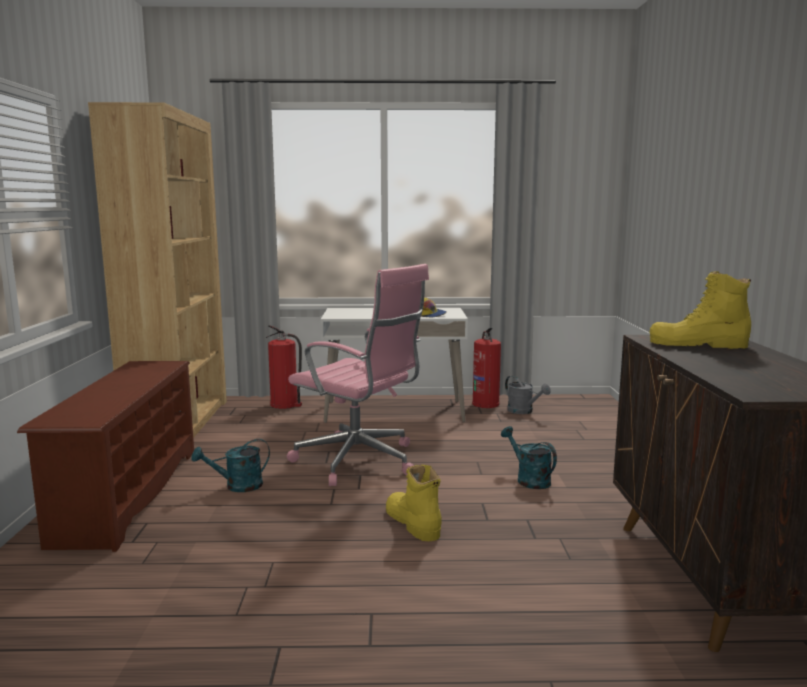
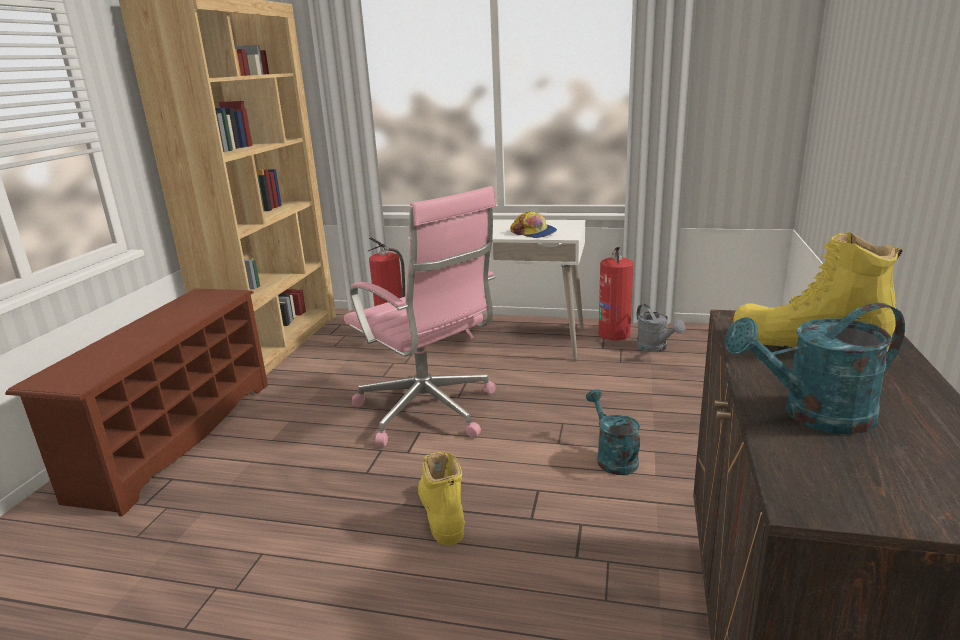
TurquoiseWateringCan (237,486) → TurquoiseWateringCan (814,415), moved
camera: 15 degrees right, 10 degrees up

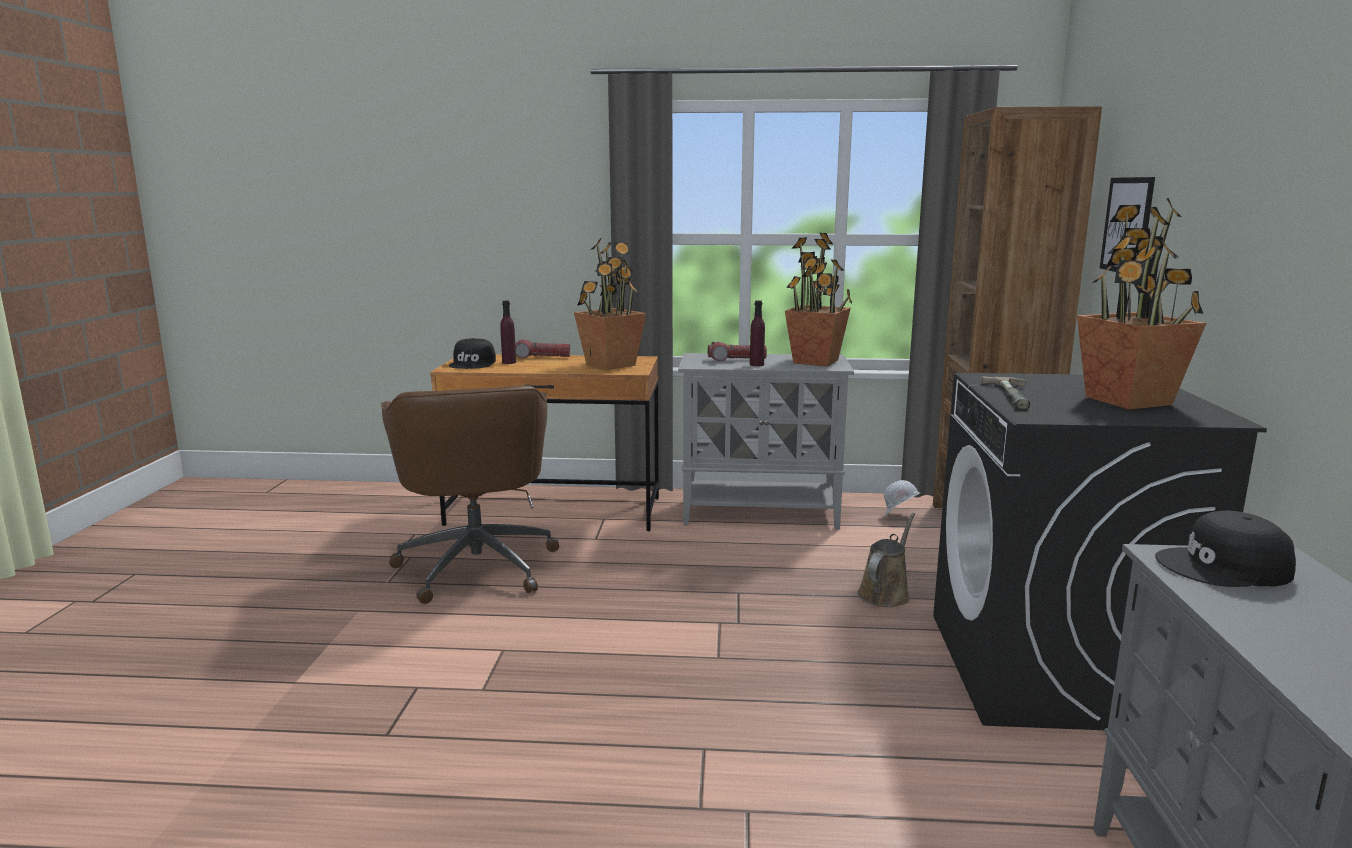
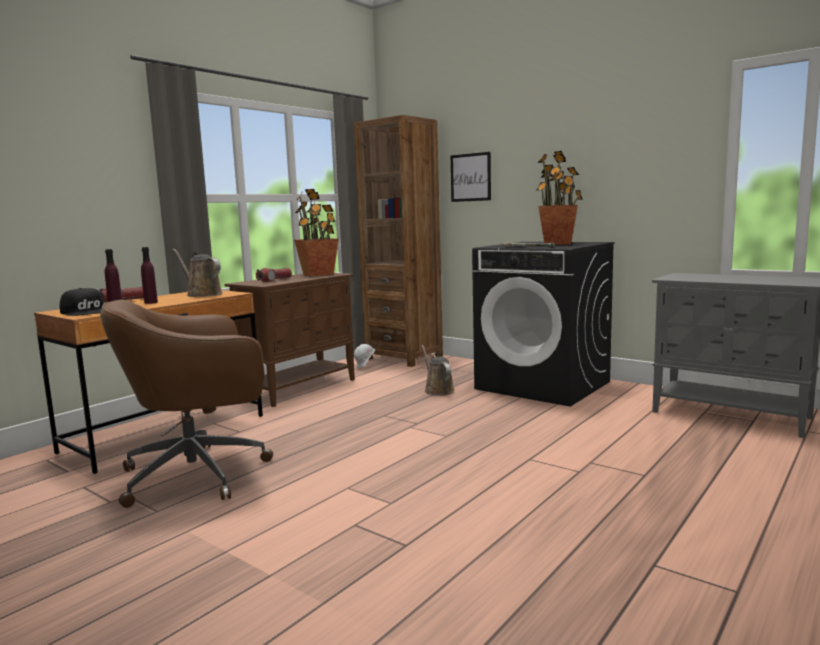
PottedPlant (611,365) → BrownWateringCan (202,294)
PurpleBottle (756,364) → PurpleBottle (151,302), moved
GreyCabinet (761,514) → BrownCabinet (300,388)
BrownOfficeChair (477,565) → BrownOfficeChair (199,473), 135 degrees clockwise
BlackCap (1224,568) → -
camera: 55 degrees left, 5 degrees down

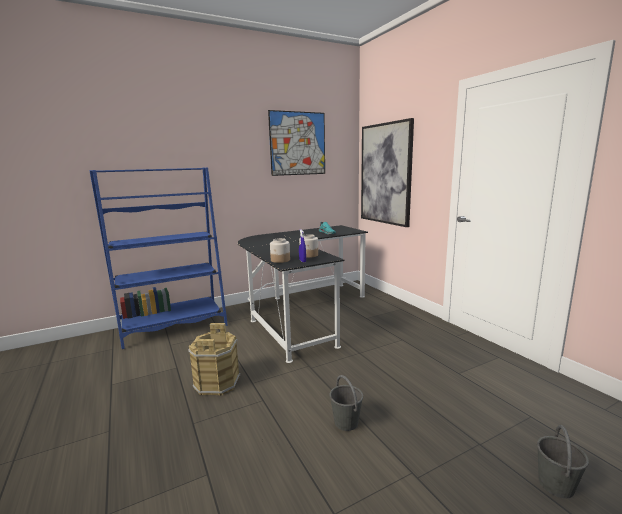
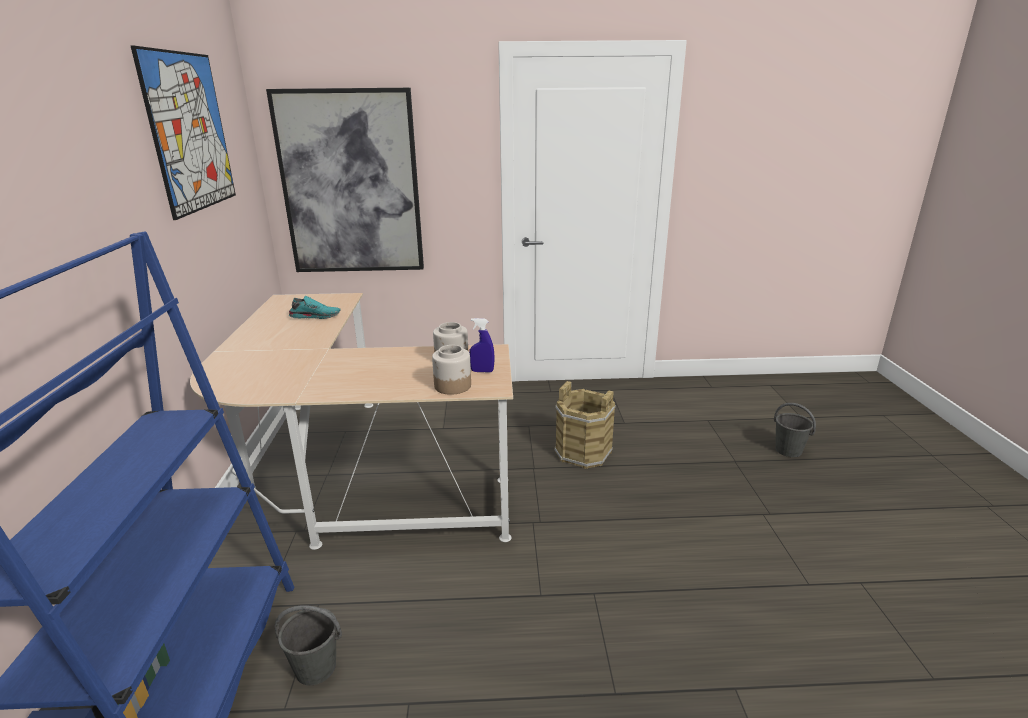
BlackDesk (301,312) → BeigeDesk (351,479)
BrownBucket (216,383) → BrownBucket (583,452), moved
GreyBucket (346,423) → GreyBucket (316,668), moved
camera: 65 degrees left, 10 degrees up

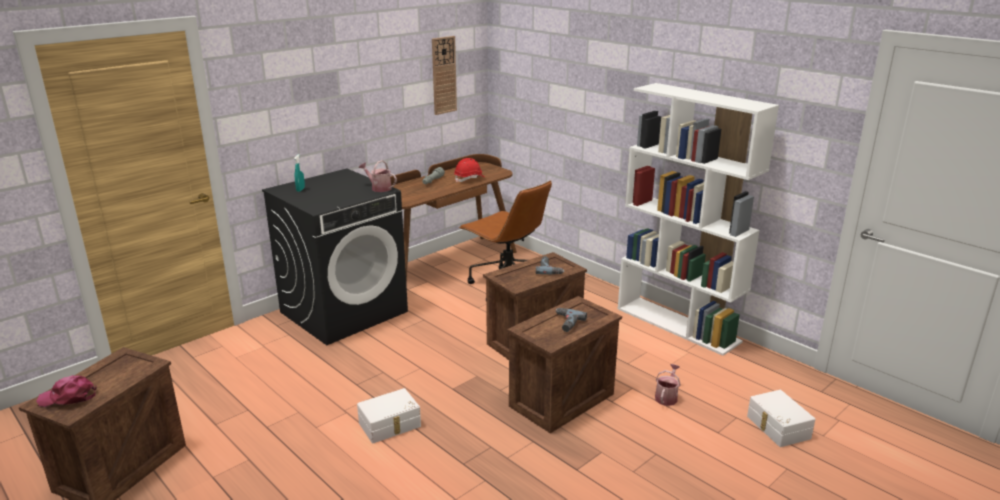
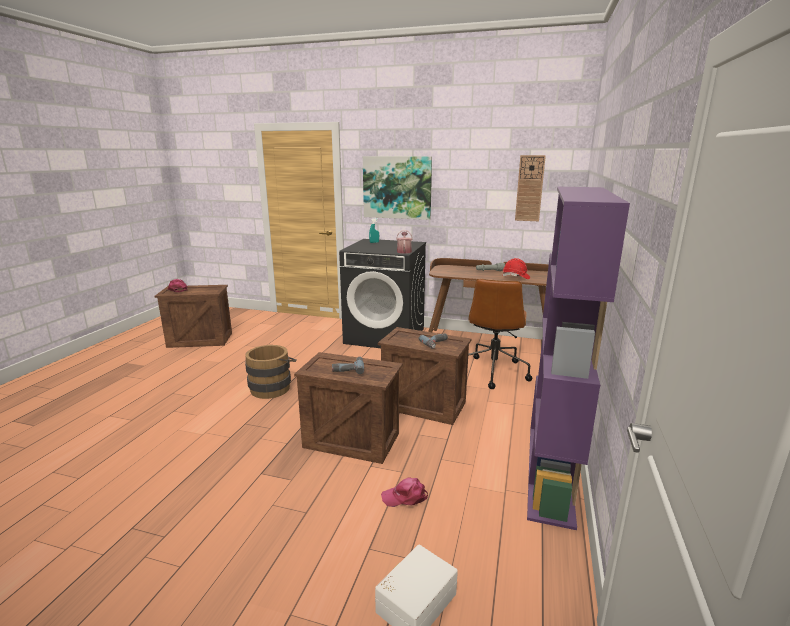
WhiteBookcase (678,325) → PurpleBookcase (551,472)
WateringCan (667,397) → PinkCap (405,497)
WhiteStorageBox (390,425) → BrownBucket (273,387)
- → Picture (397,187)
camera: 60 degrees right, 5 degrees down

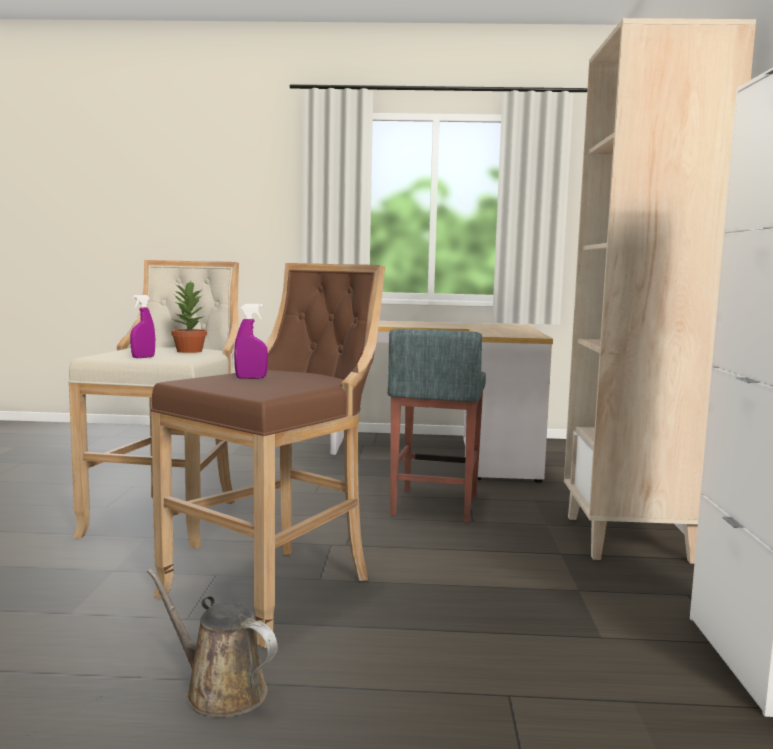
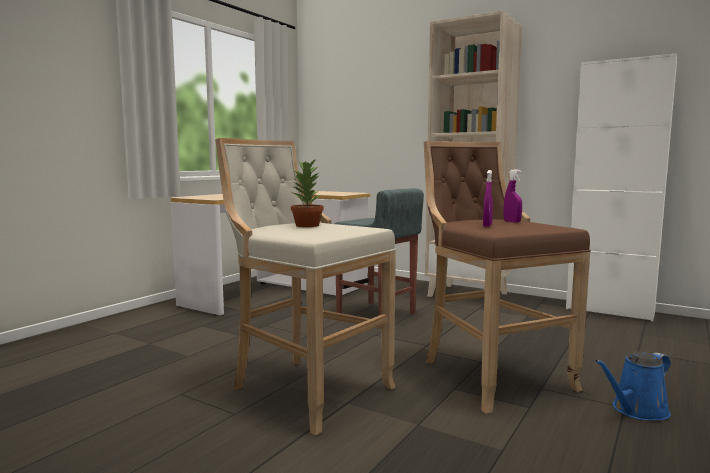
PurpleSprayBottle (143,357) → PurpleSprayBottle (512,221), moved
BrownWateringCan (219,691) → BlueWateringCan (636,410)
camera: 60 degrees left, 0 degrees up

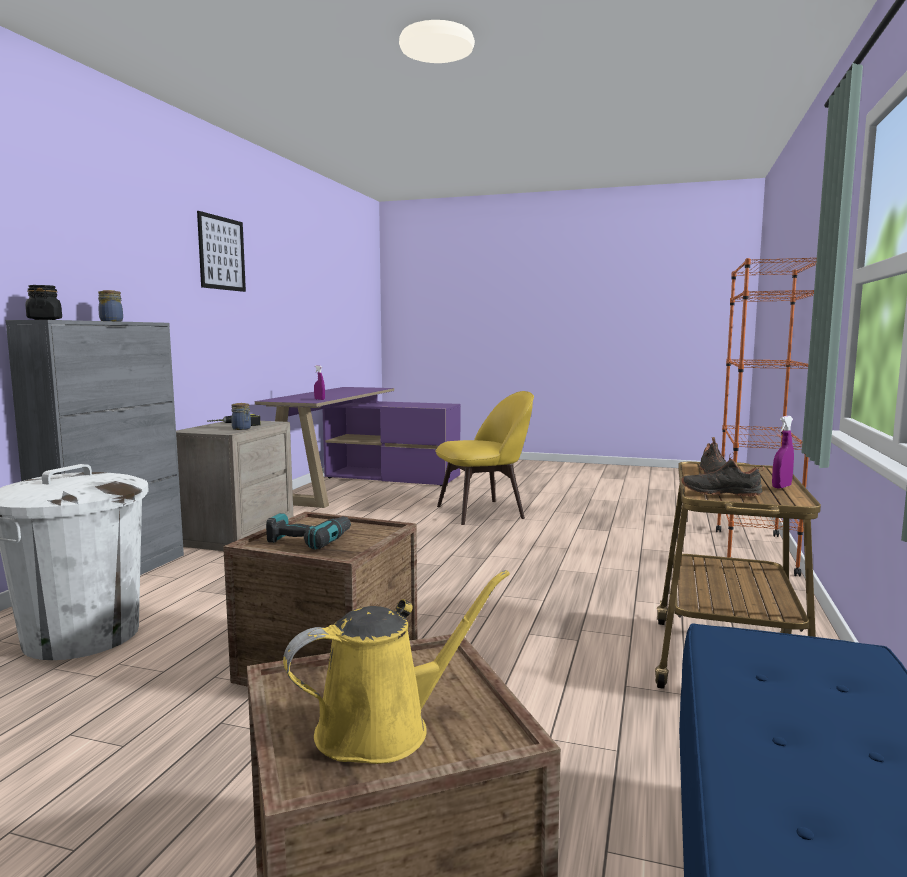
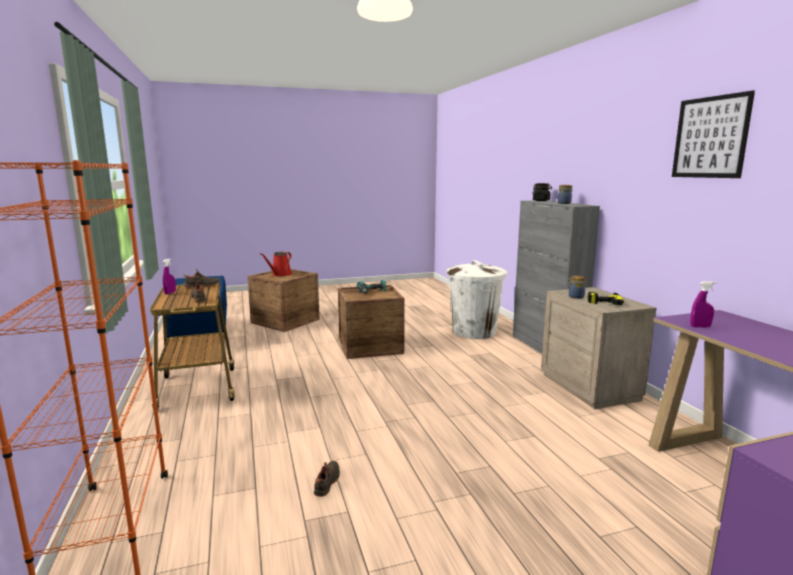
YellowChair (483,512) → -
YellowWateringCan (384,728) → RedWateringCan (280,274)
- → BlackShoe (328,482)
camera: 145 degrees right, 5 degrees up

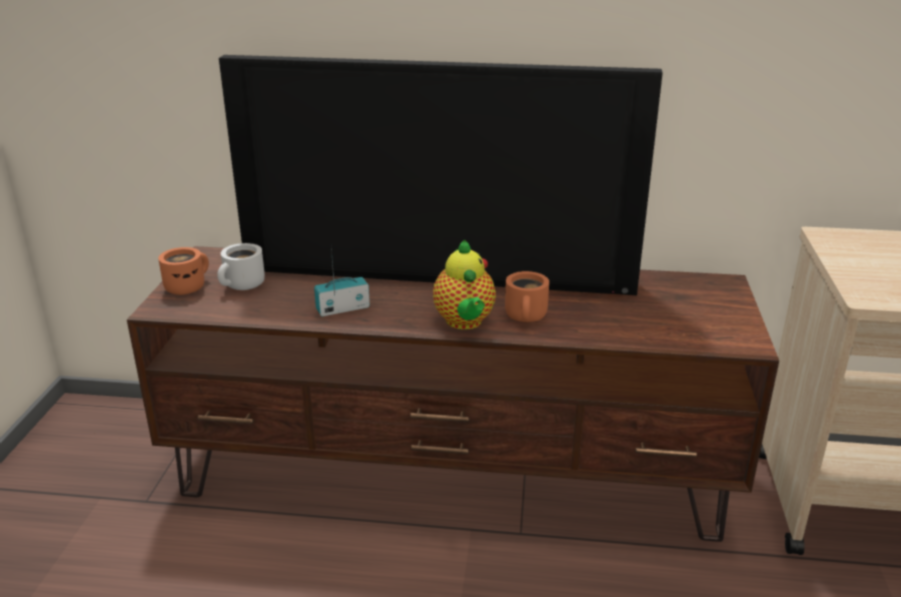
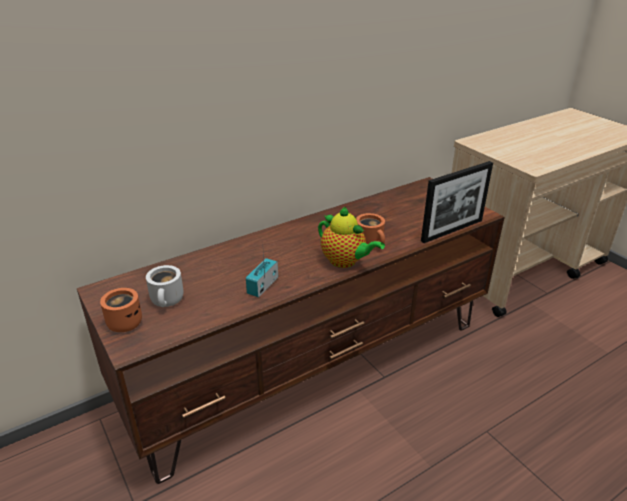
Television (441,271) → -
- → PictureFrame (452,230)
camera: 40 degrees left, 5 degrees up

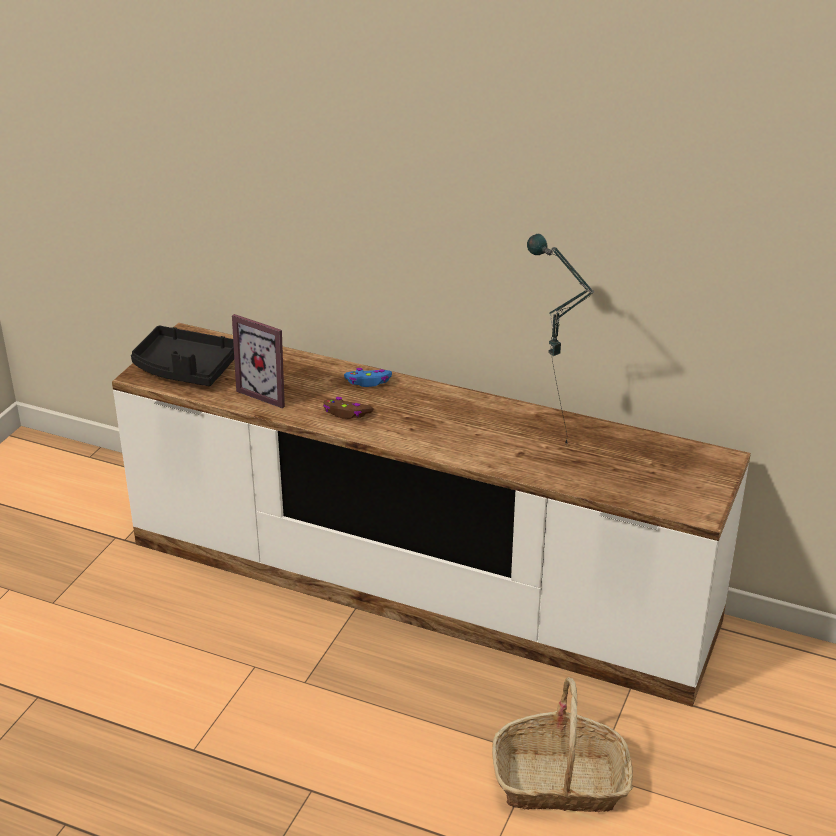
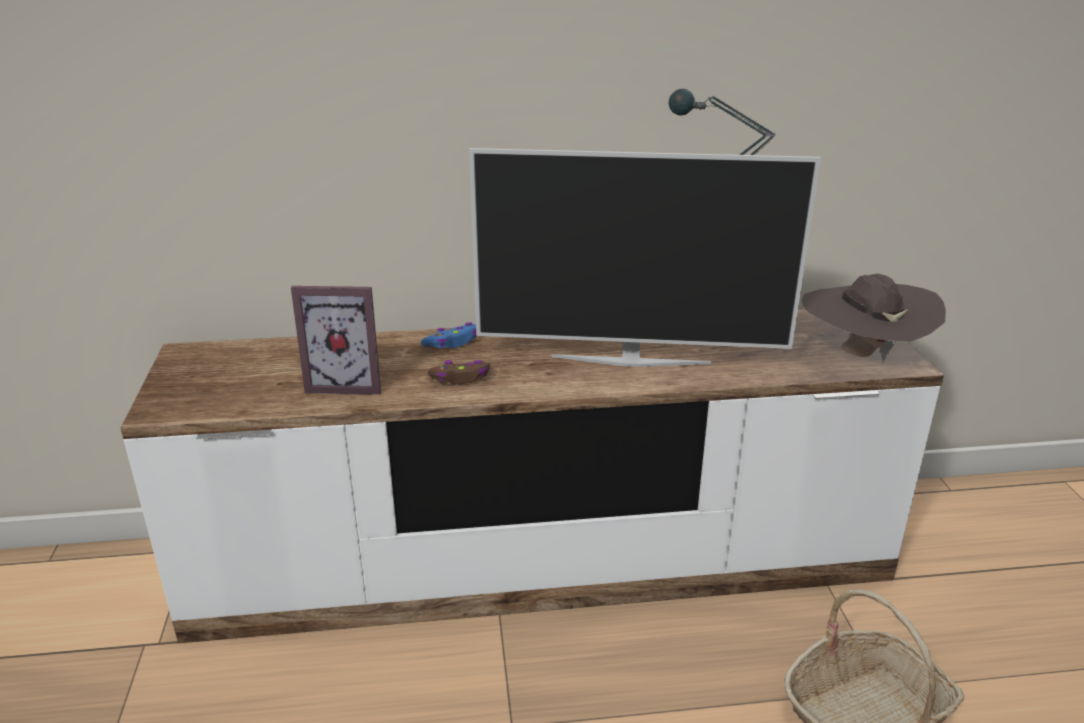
BlackTray (185,368) → -
- → Television (630,359)
- → BrownHat (862,355)
camera: 30 degrees left, 5 degrees down

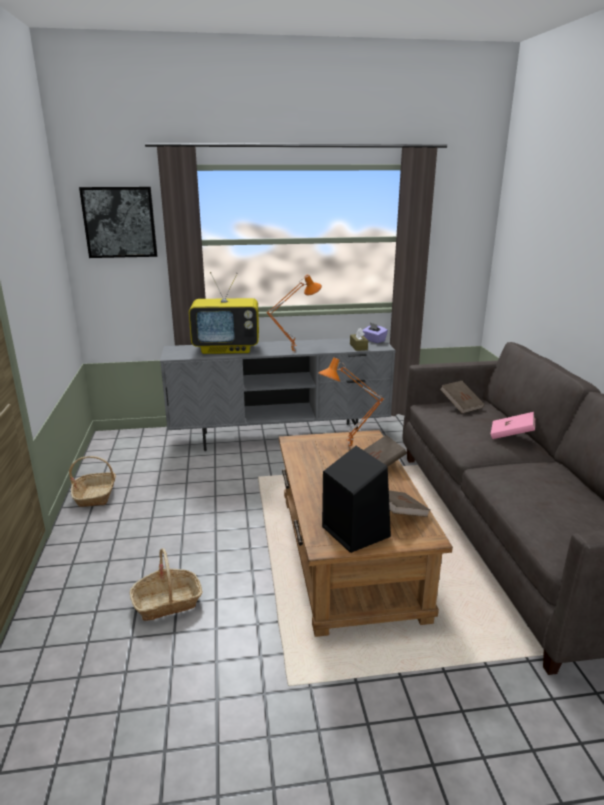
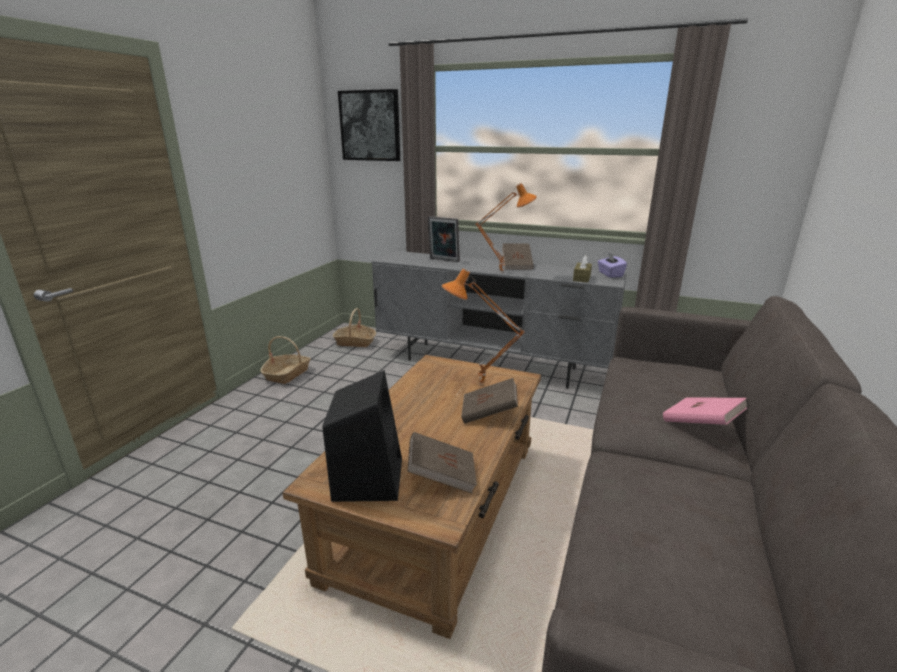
Television (227,349) → PictureFrame (443,260)
BrownBook (461,405) → BrownBook (517,265), moved
Basket (167,602) → Basket (355,342), moved
camera: 30 degrees right, 0 degrees up

